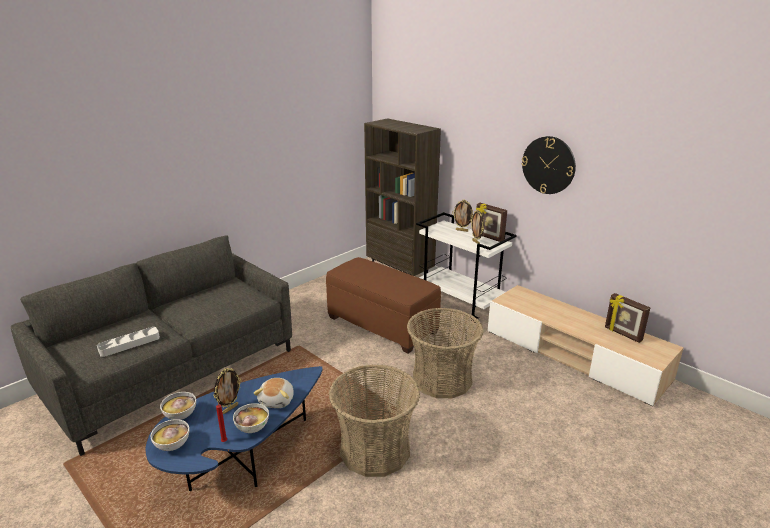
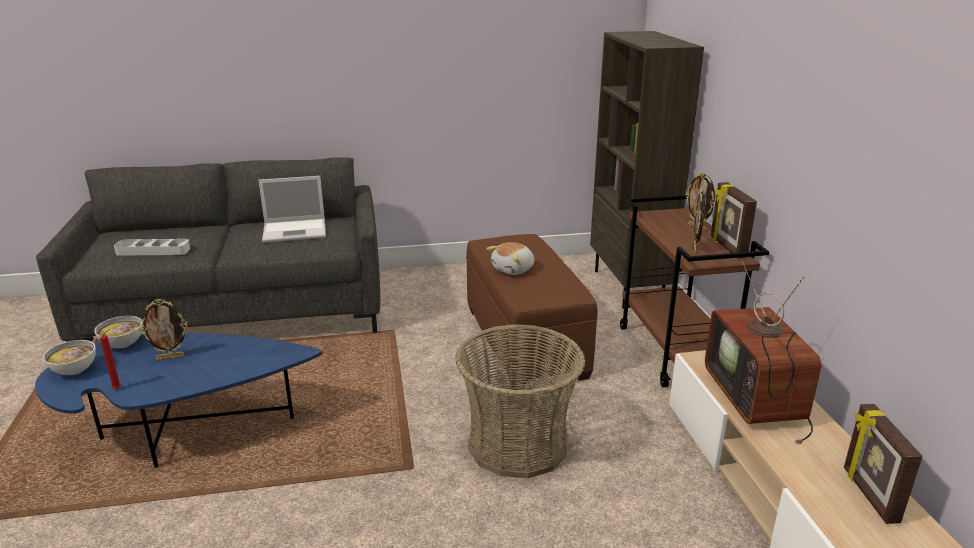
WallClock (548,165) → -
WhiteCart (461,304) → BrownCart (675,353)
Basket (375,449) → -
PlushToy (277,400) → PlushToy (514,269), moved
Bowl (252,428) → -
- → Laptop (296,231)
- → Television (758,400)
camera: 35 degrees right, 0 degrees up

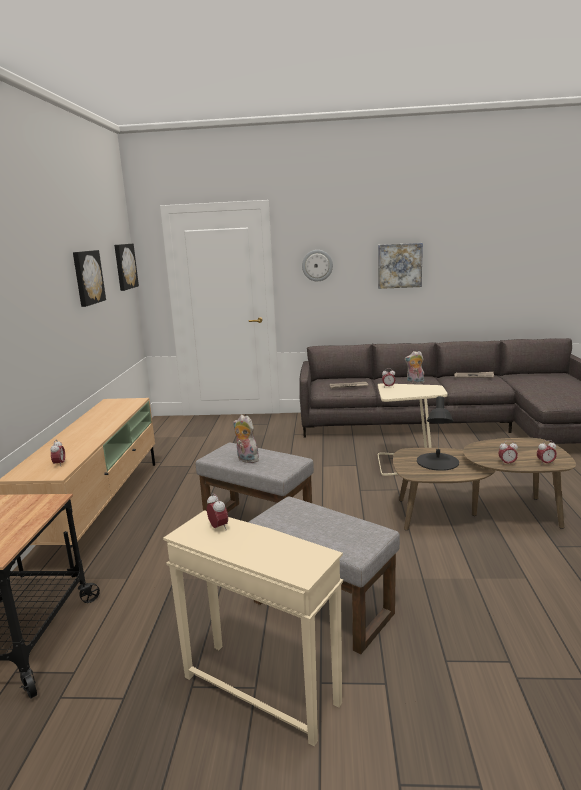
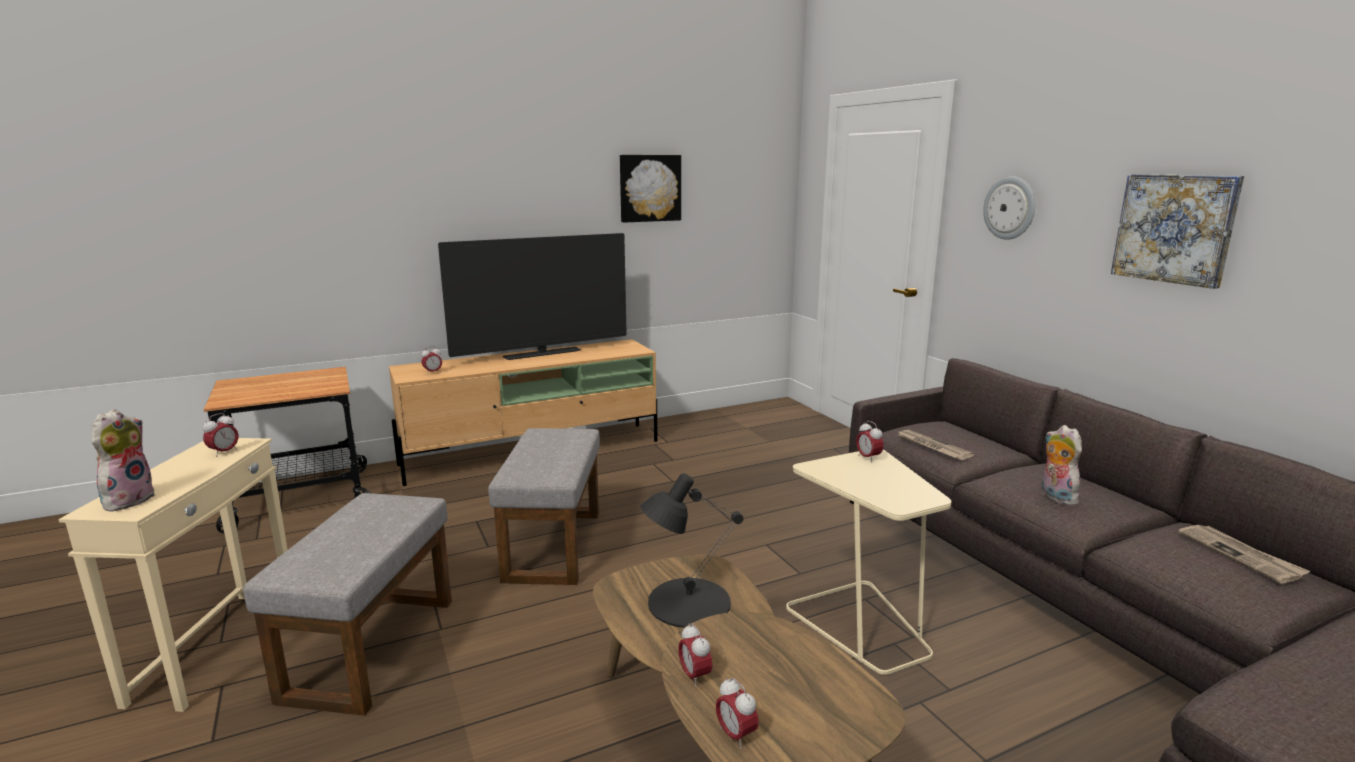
Picture (124,266) → -
PlushToy (246,460) → PlushToy (128,499), moved
- → Television (542,354)
camera: 60 degrees right, 0 degrees up

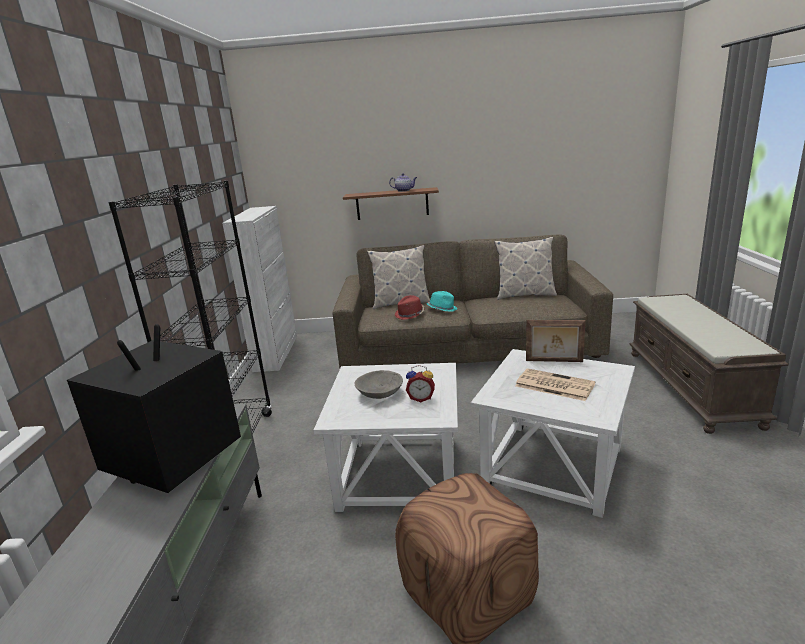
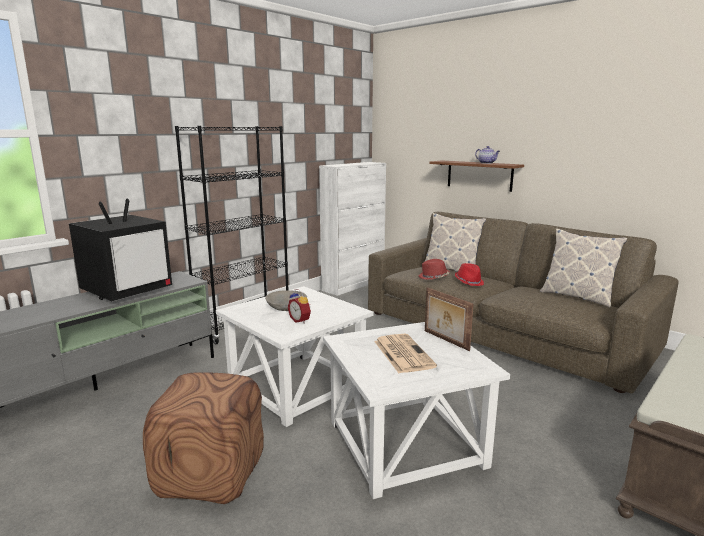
TurquoiseHat (442,309) → RedHat (469,282)
Television (172,460) → Television (128,291), 150 degrees clockwise
camera: 40 degrees right, 5 degrees down

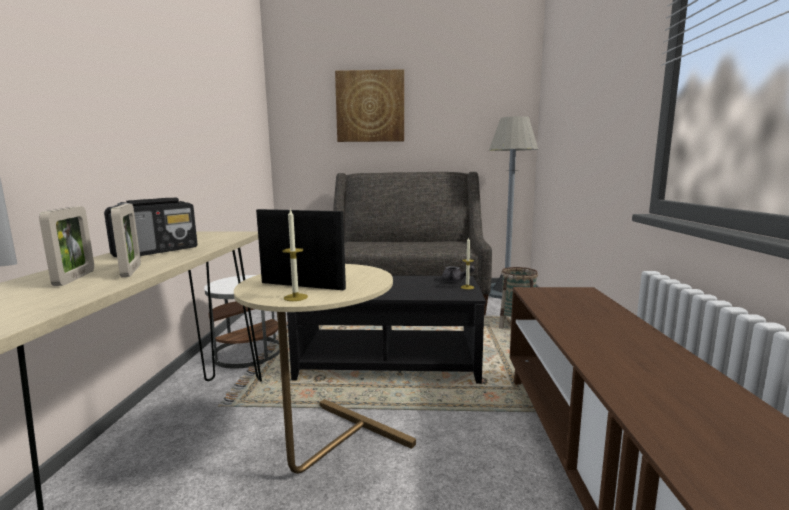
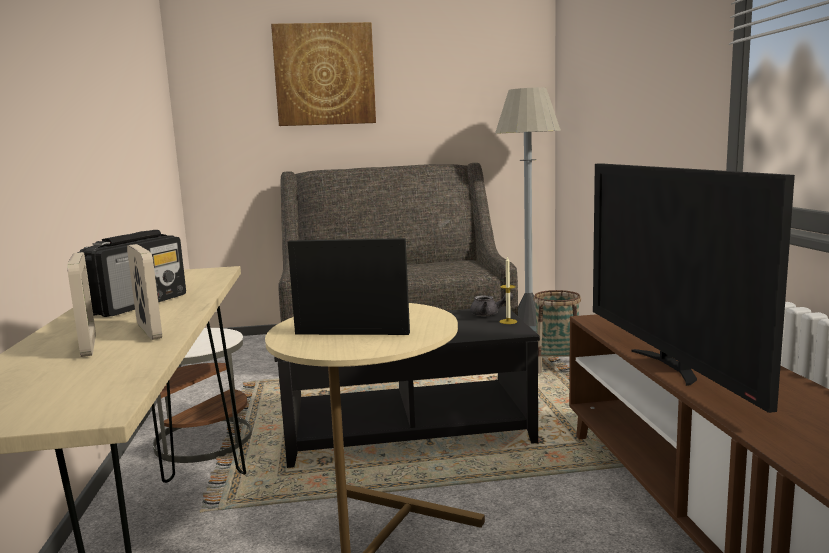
Candle (295,297) → -
- → Television (668,366)
camera: 10 degrees left, 0 degrees up

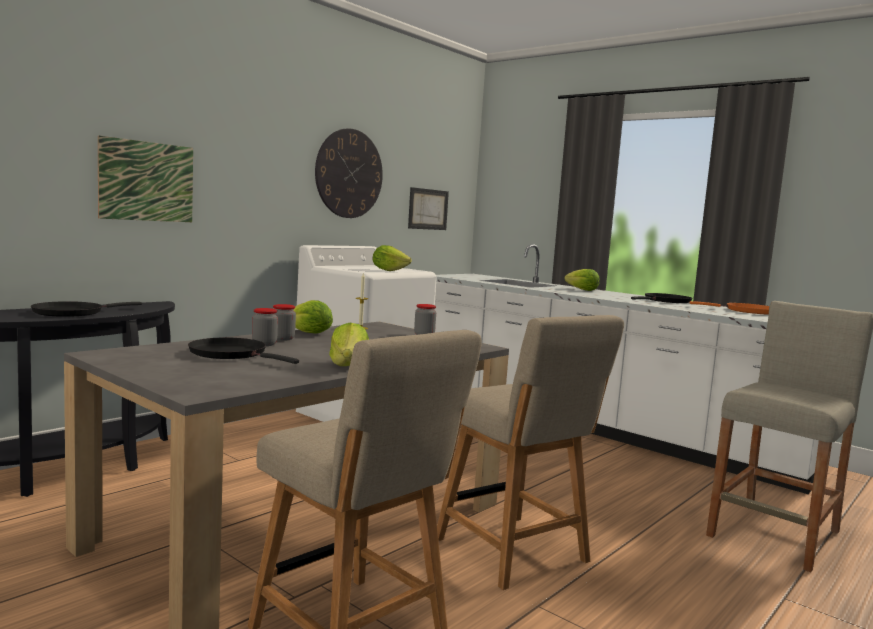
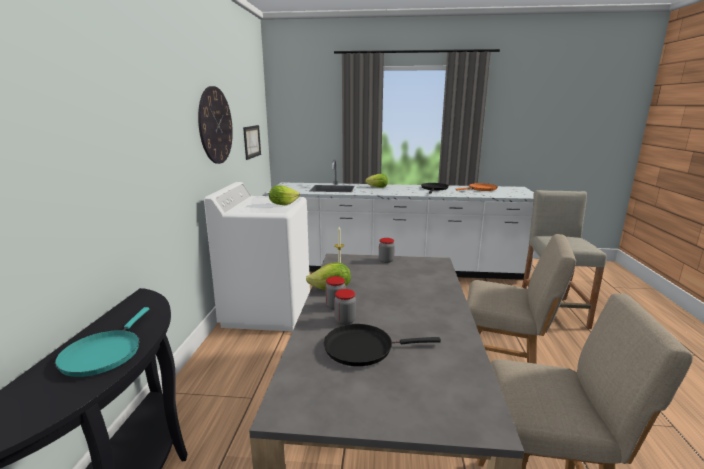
Picture (147,181) → -
BlackFryingPan (72,313) → TurquoiseFryingPan (104,353)
Lettuce (348,365) → -
camera: 35 degrees left, 10 degrees up

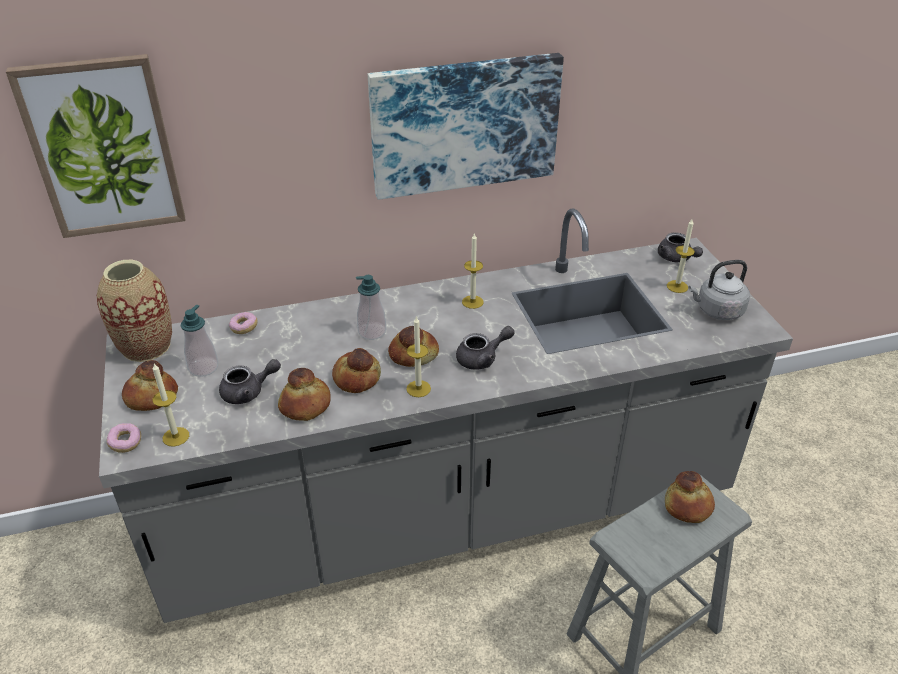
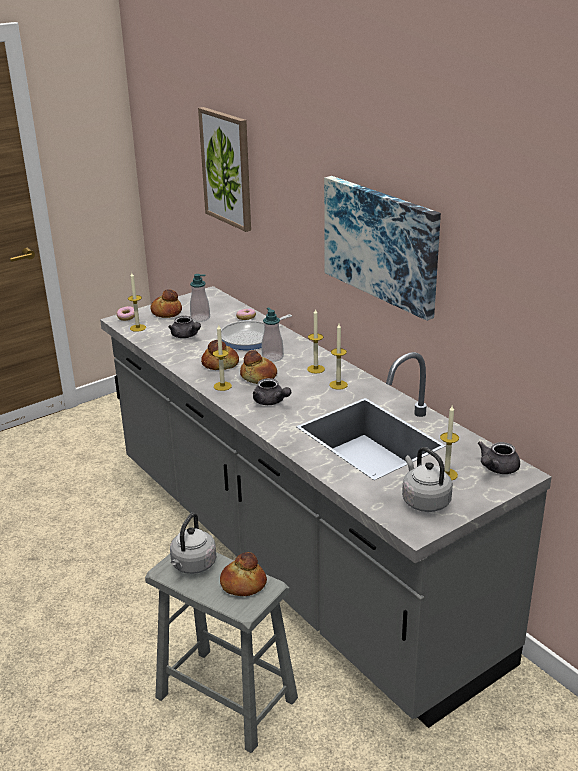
Vase (146,346) → -
Bread (306,405) → -
- → Candle (315,369)
- → FryingPan (251,338)
- → GreyKettle (192,565)
camera: 70 degrees right, 10 degrees down

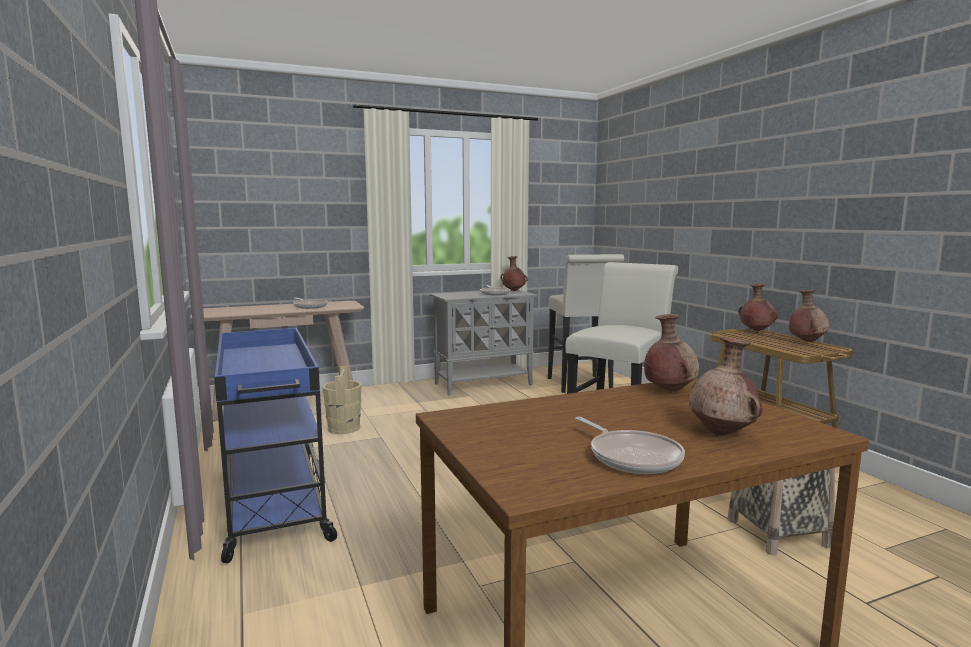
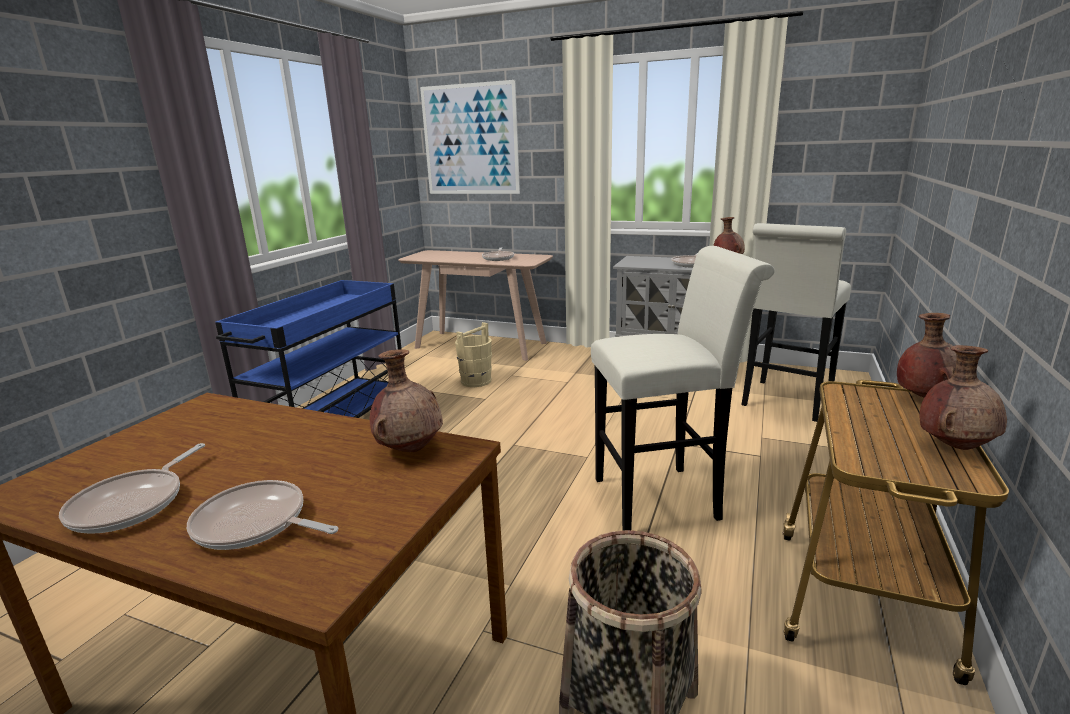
BrownVase (722,433) → FryingPan (255,524)
- → Picture (470,140)
camera: 45 degrees right, 10 degrees up

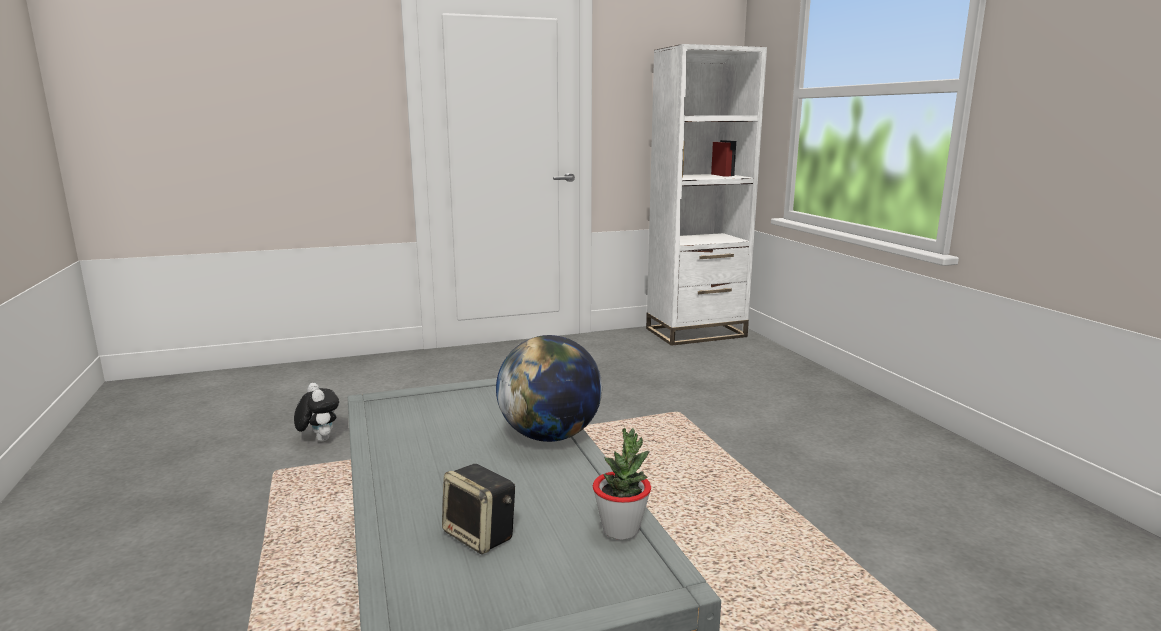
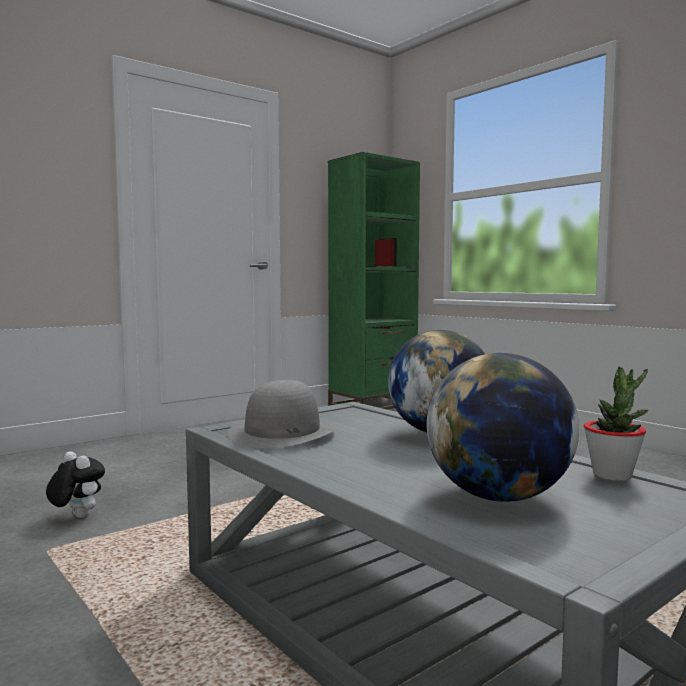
WhiteBookcase (696,333) → GreenBookcase (373,404)
Speaker (481,536) → Globe (498,496)
- → GreyHat (282,433)
camera: 20 degrees left, 10 degrees down

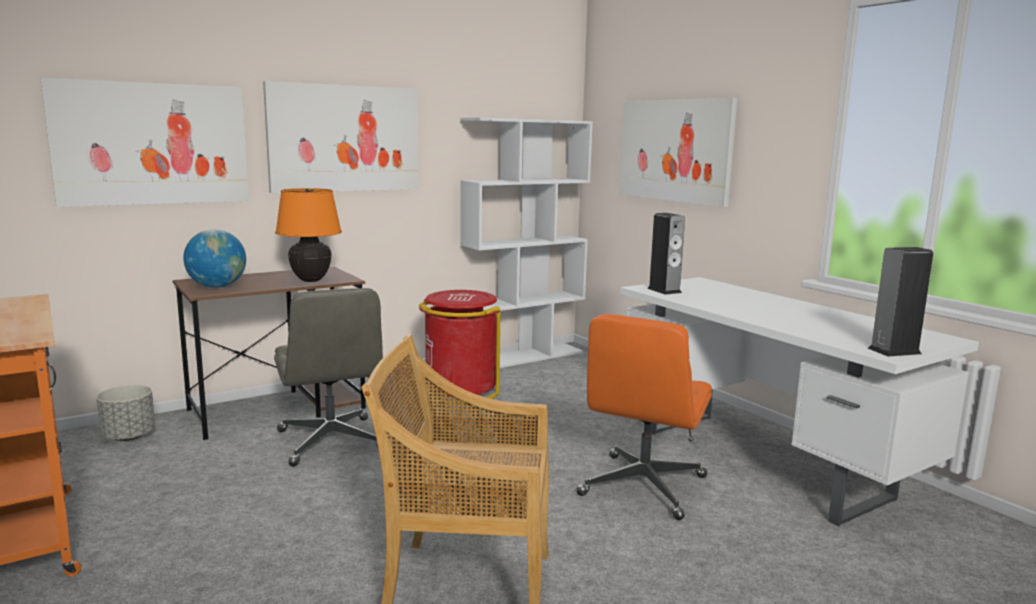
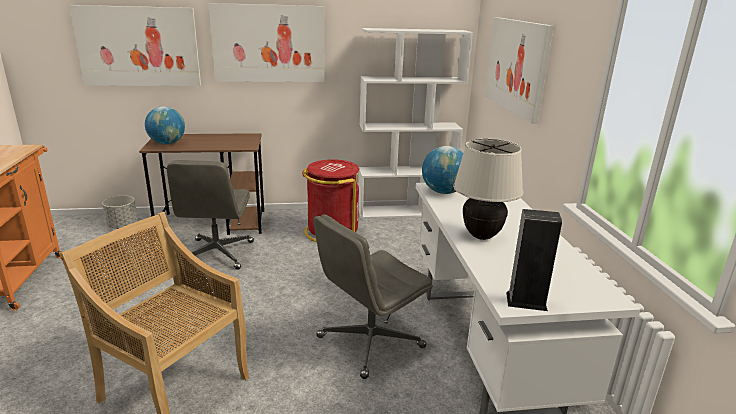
OrangeTableLamp (310,280) → -
Speaker (664,290) → Globe (443,192)
OrangeOfficeChair (643,487) → GreyOfficeChair (369,343)
- → BeigeTableLamp (481,236)
camera: 25 degrees right, 10 degrees up

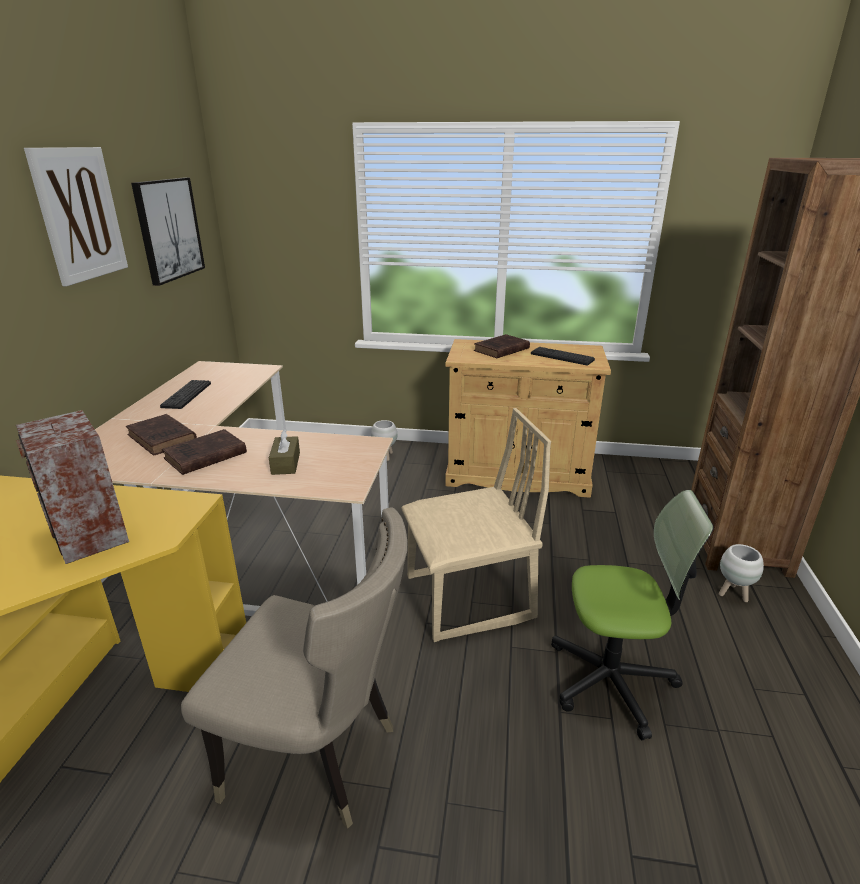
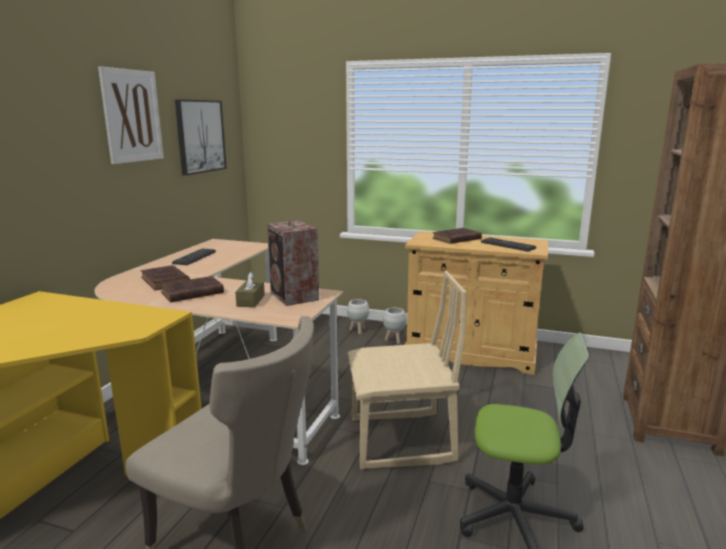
Speaker (89,536) → Speaker (294,296), moved
WhitePlanter (733,594) → WhitePlanter (394,340), moved
camera: 10 degrees right, 10 degrees down

